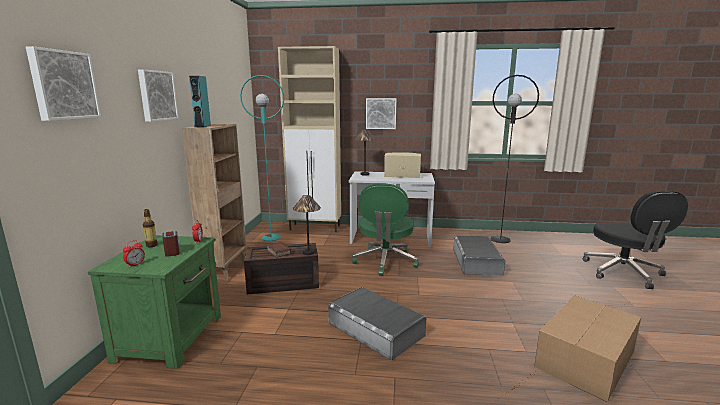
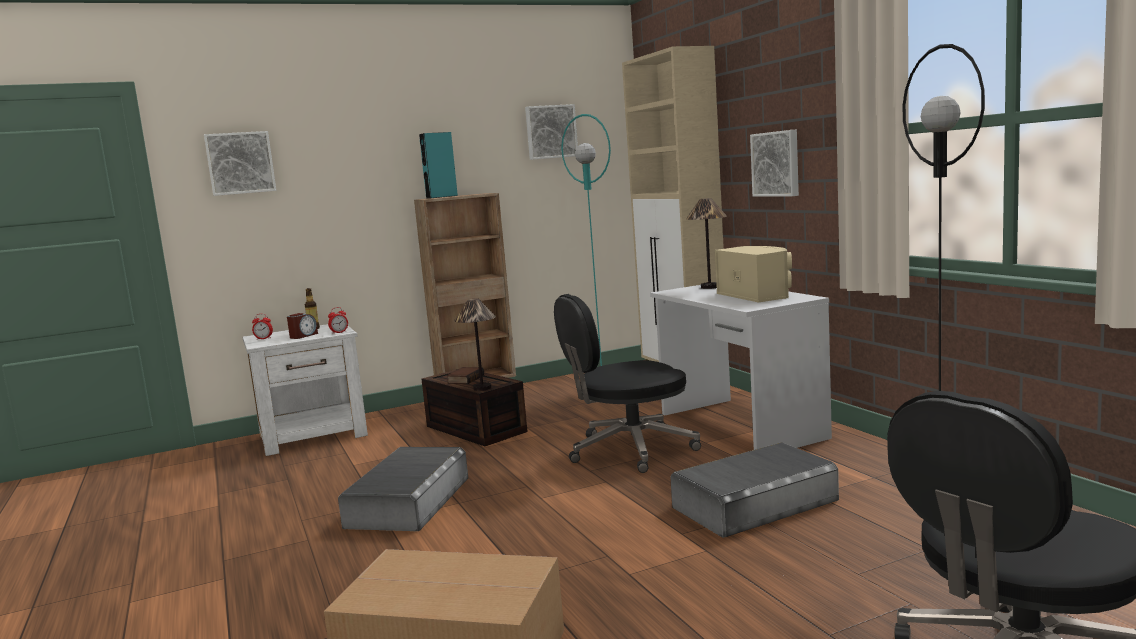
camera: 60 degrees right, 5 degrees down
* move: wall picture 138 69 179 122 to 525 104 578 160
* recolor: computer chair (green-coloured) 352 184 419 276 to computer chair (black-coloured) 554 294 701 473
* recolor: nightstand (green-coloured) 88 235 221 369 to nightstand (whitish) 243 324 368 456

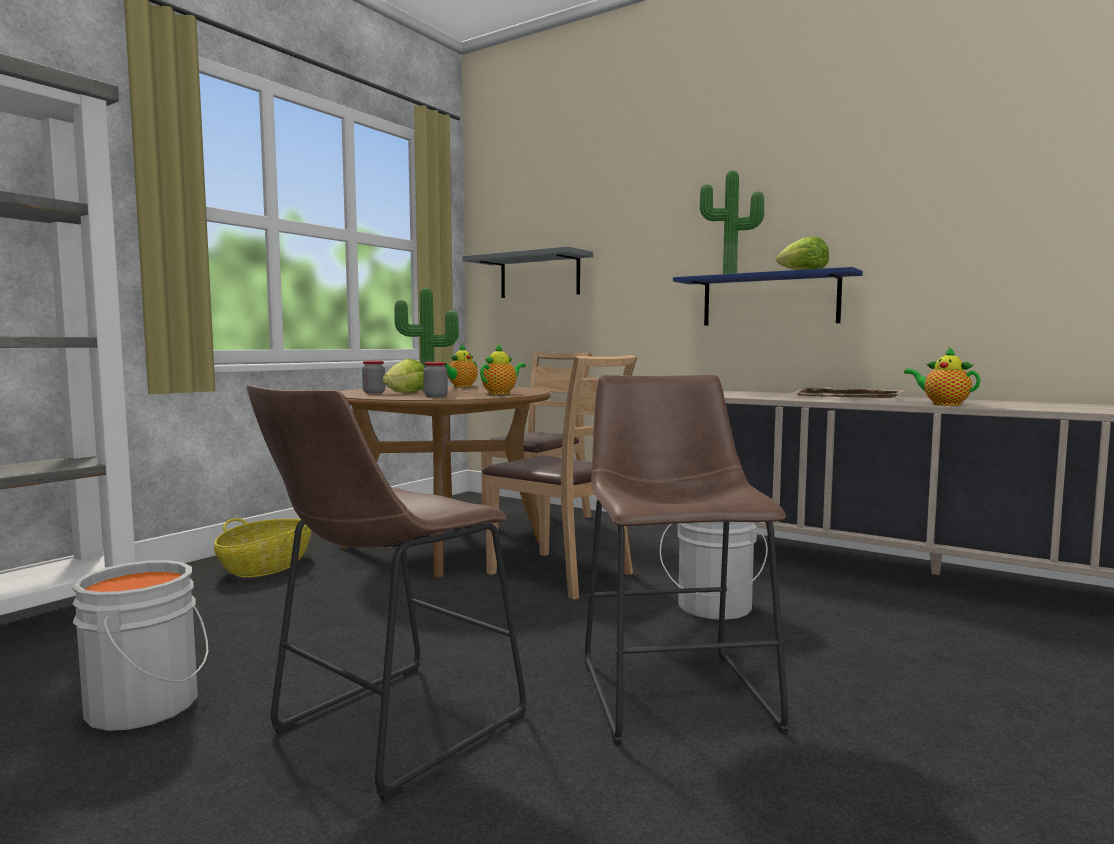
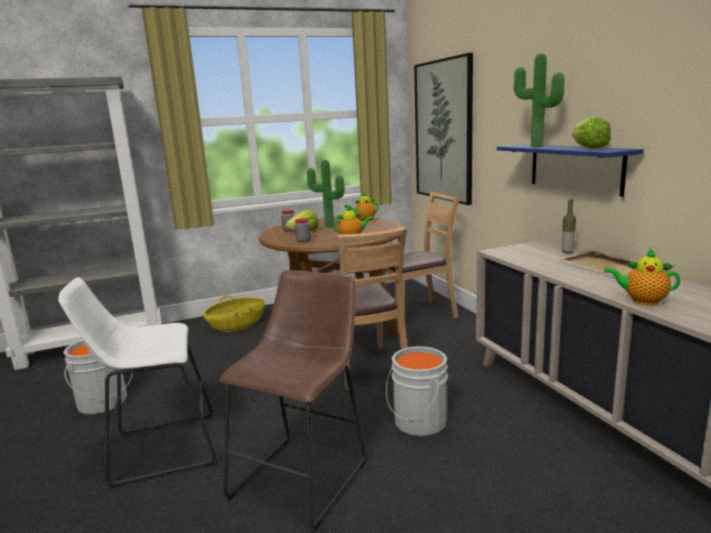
camera: 35 degrees right, 10 degrees up
* replace: wall shelf (greyish) 462 246 593 298 to wall picture 414 53 473 205
* rotate: teapot 904 347 981 406 = 604 249 680 306 60 degrees counterclockwise
* recolor: sitting stool (brownish) 247 385 526 801 to sitting stool (whitish) 58 277 216 488
* insert: drink bottle 562 199 576 253

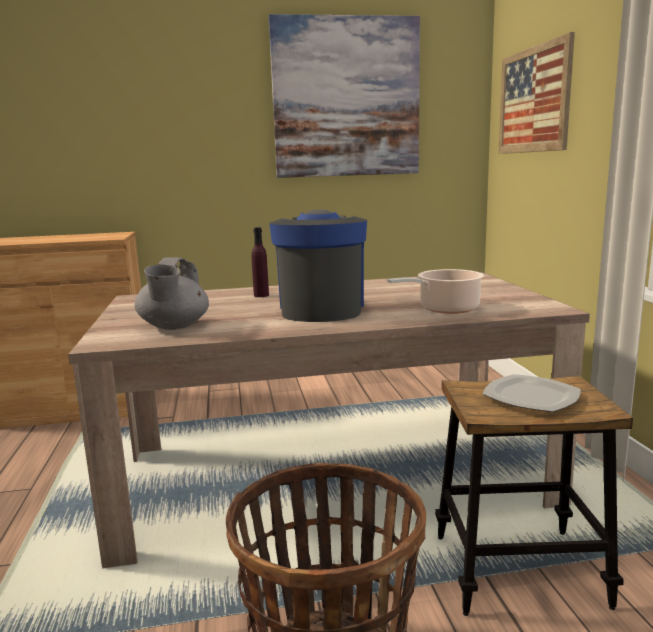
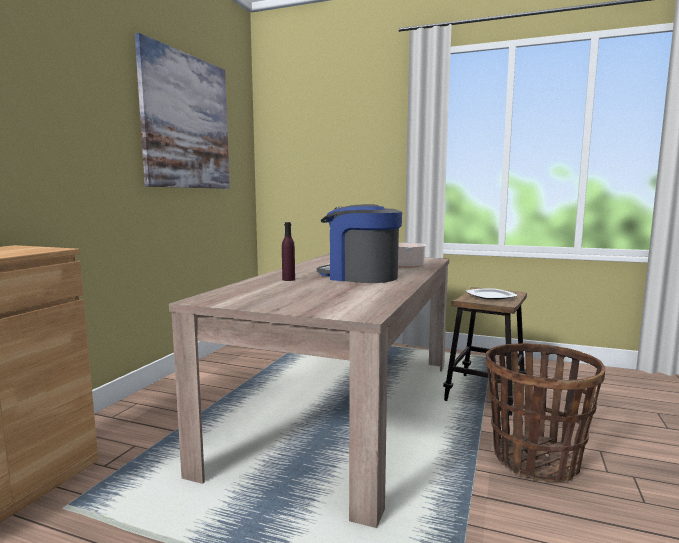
camera: 60 degrees left, 5 degrees down
* delete: wall picture 498 32 575 154
* delete: teapot (greyish) 135 257 209 330

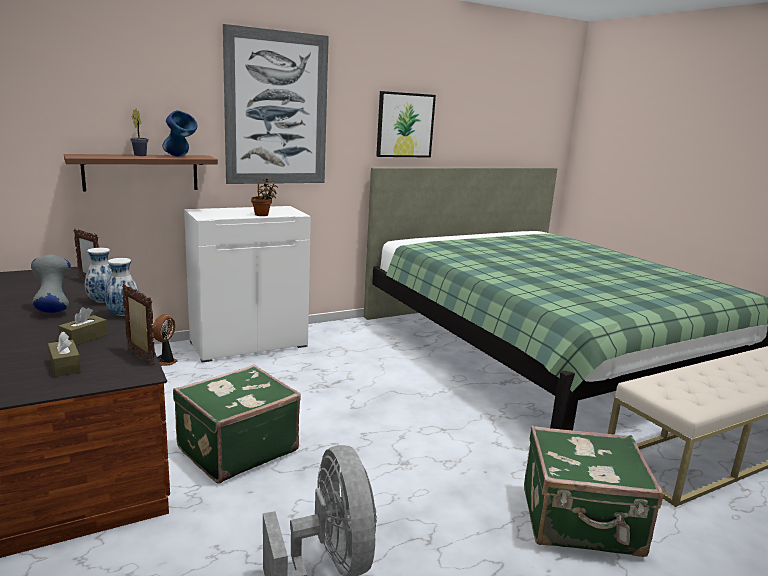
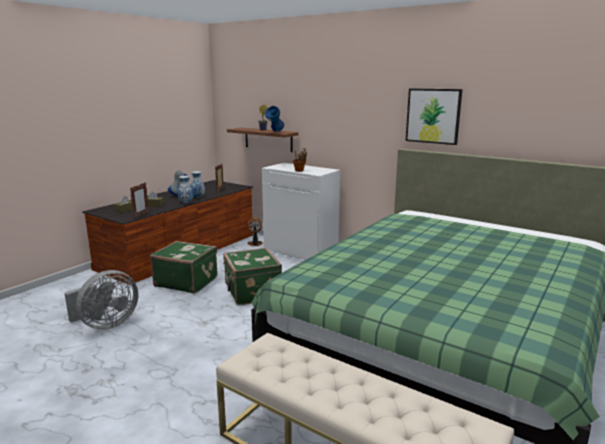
camera: 65 degrees right, 0 degrees up
* delete: wall picture 223 24 329 184
* move: travel case (green-coloured) 524 426 664 557 to 223 248 282 305

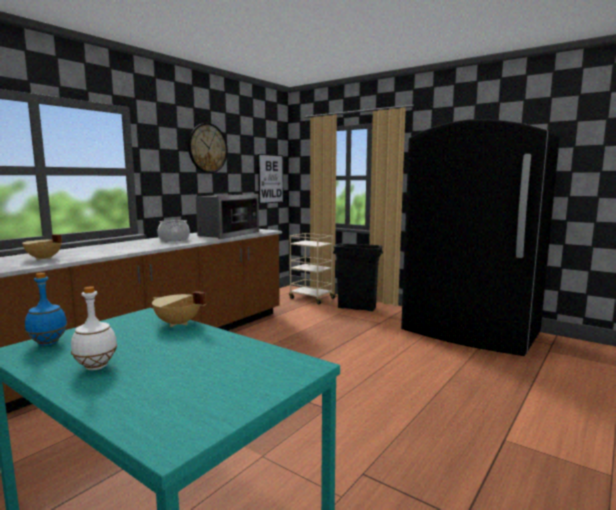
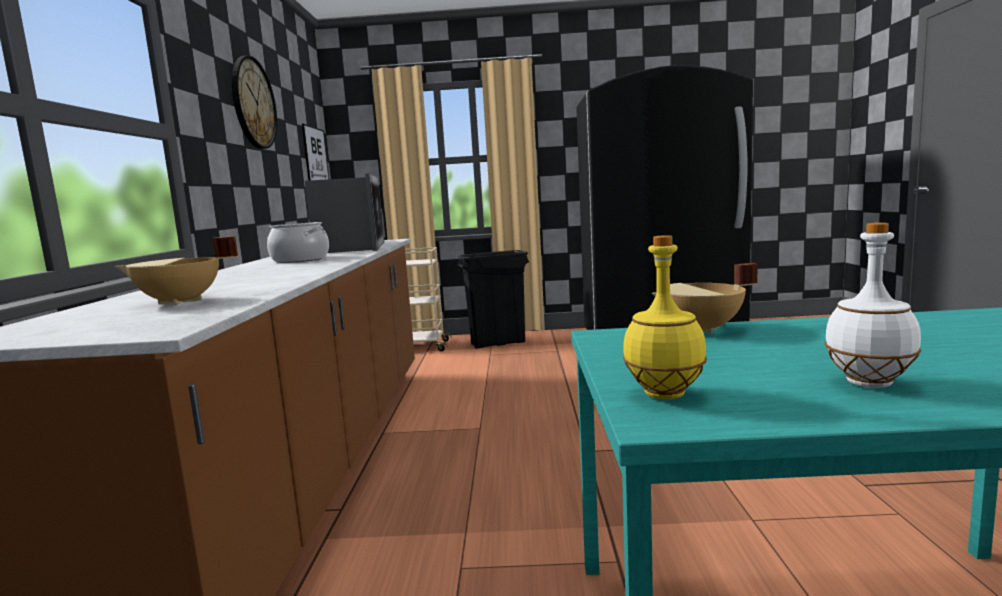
camera: 35 degrees left, 0 degrees up
* recolor: drink bottle (bluish) 25 273 67 346 to drink bottle (yellow) 623 235 707 399

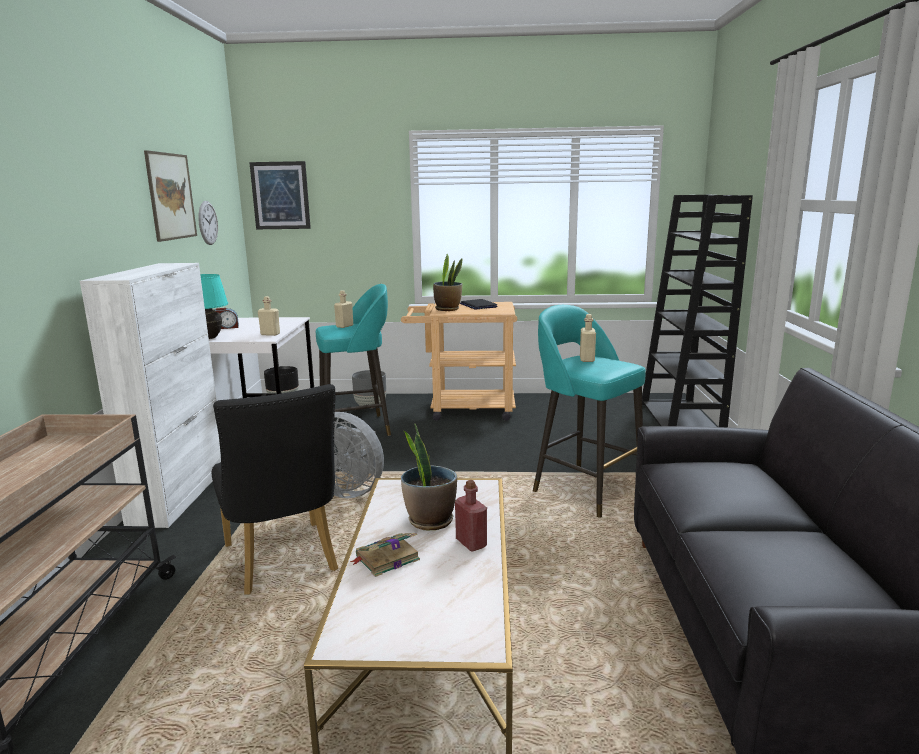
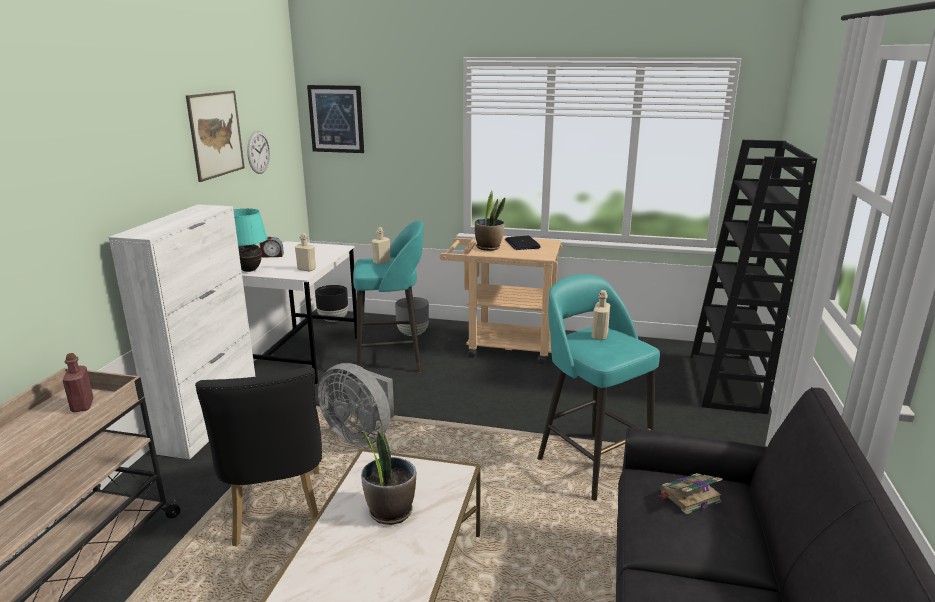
camera: 10 degrees right, 5 degrees up
* move: drink bottle (reddish) 455 480 487 551 to 63 353 94 412
* move: volume 350 533 420 577 to 659 473 723 514

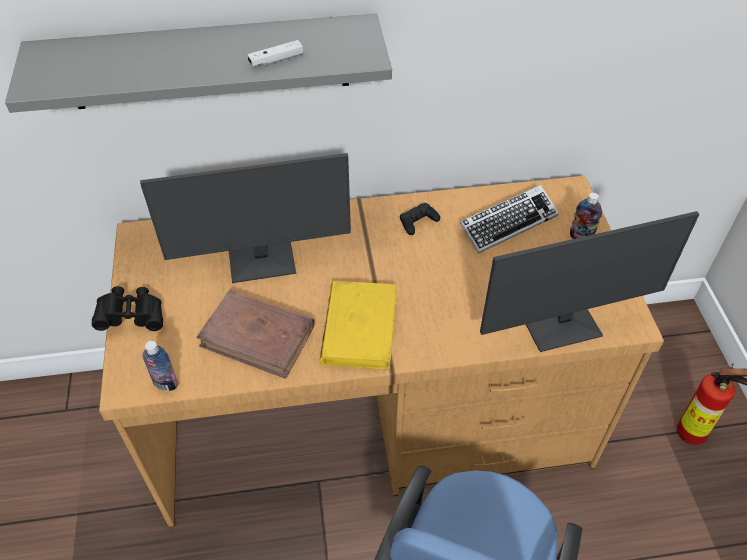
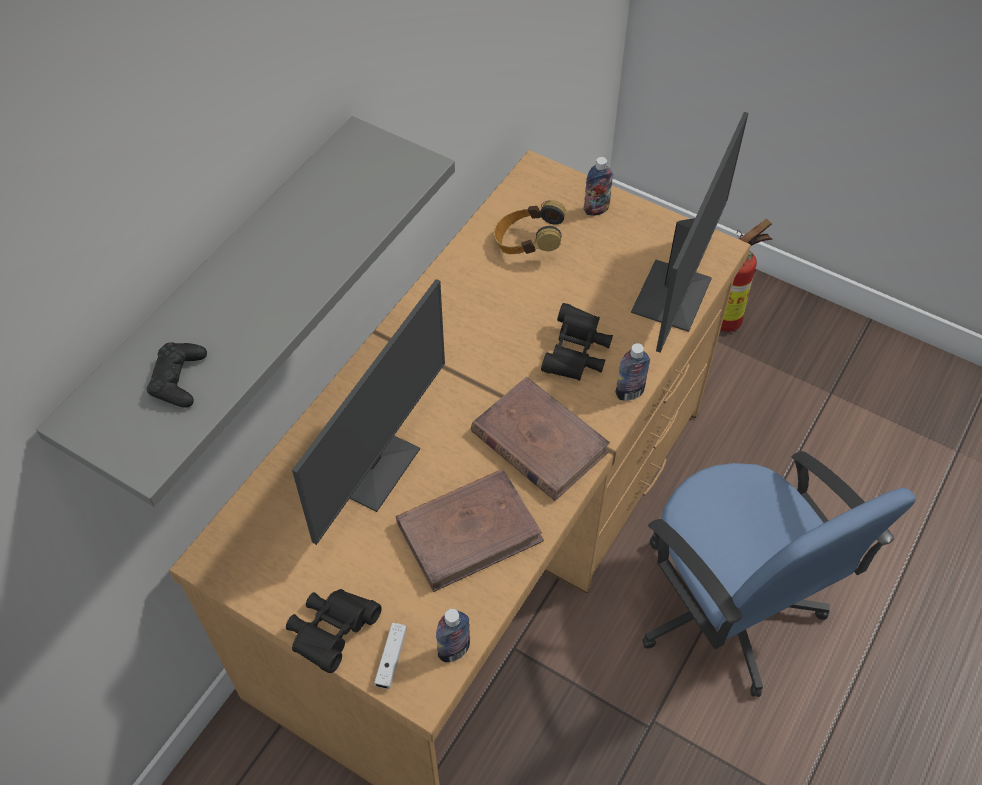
camera: 50 degrees left, 5 degrees up
* move: joypad (whitish) 247 40 303 66 to 374 623 407 689
* replace: computer keyboard 460 185 559 254 to headphones 494 200 566 254
* move: joypad (black-coloured) 400 203 440 235 to 147 342 207 408
* recolor: volume (yellow) 319 281 397 370 to volume (brownish) 471 377 610 501
* insert: field glasses (black-coloured) 541 303 613 381
* insert: drink bottle 615 343 650 401

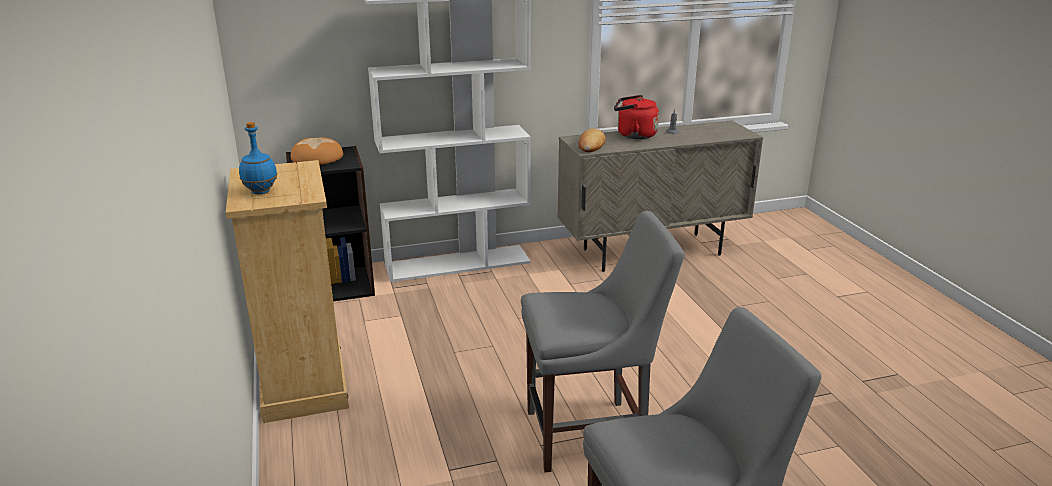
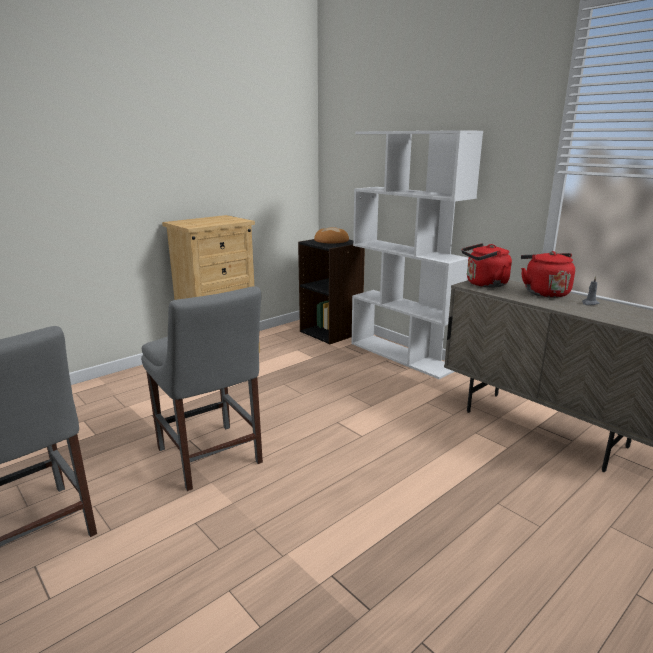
camera: 65 degrees right, 5 degrees down
* delete: drink bottle (bluish) 239 122 278 194
* replace: bread 578 128 606 152 to kettle (reddish) 462 243 512 288

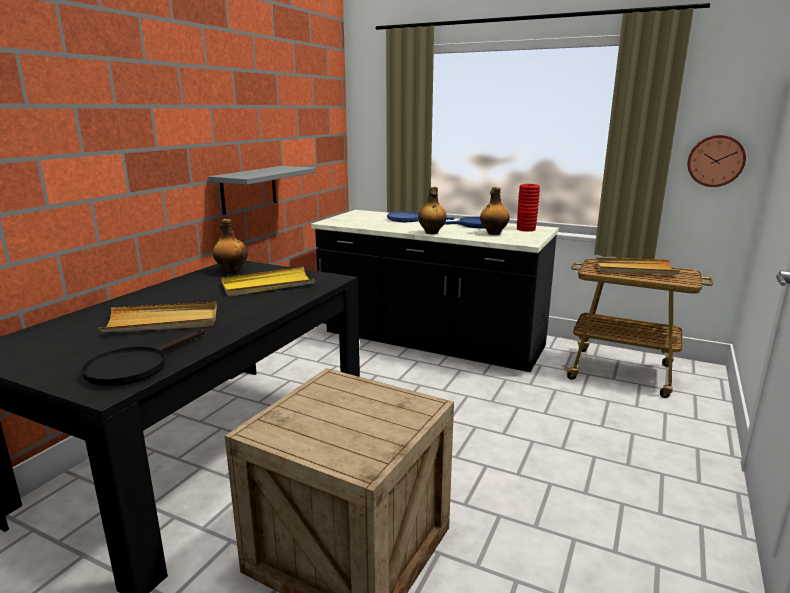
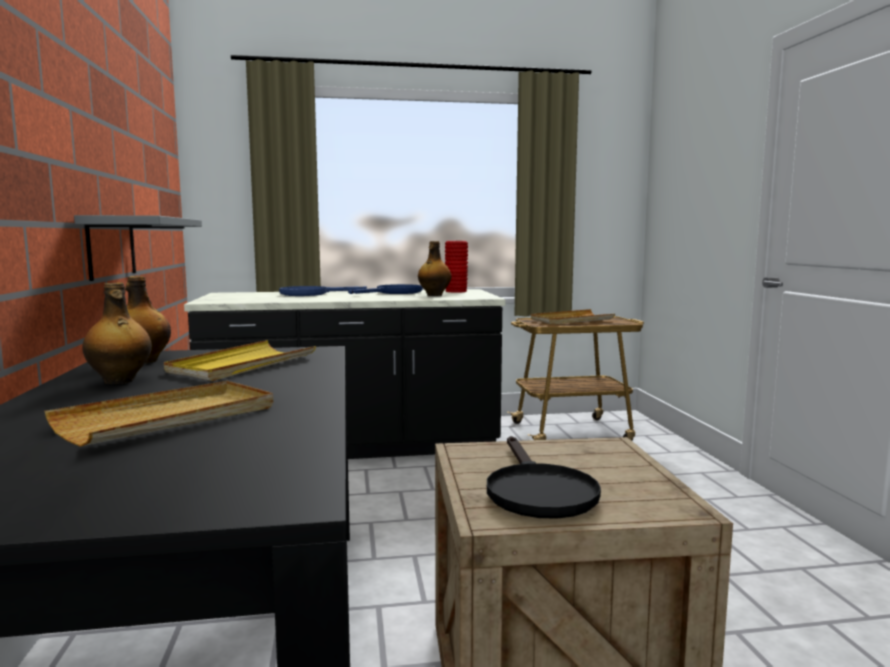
camera: 35 degrees left, 10 degrees down
* delete: wall clock 687 135 746 187
* move: drink bottle 418 187 447 234 to 82 282 152 384
* move: skillet (black-coloured) 82 328 205 386 to 487 436 601 519

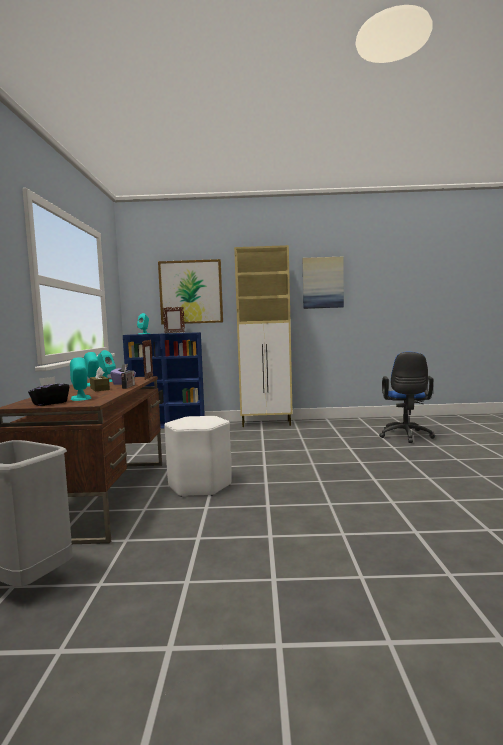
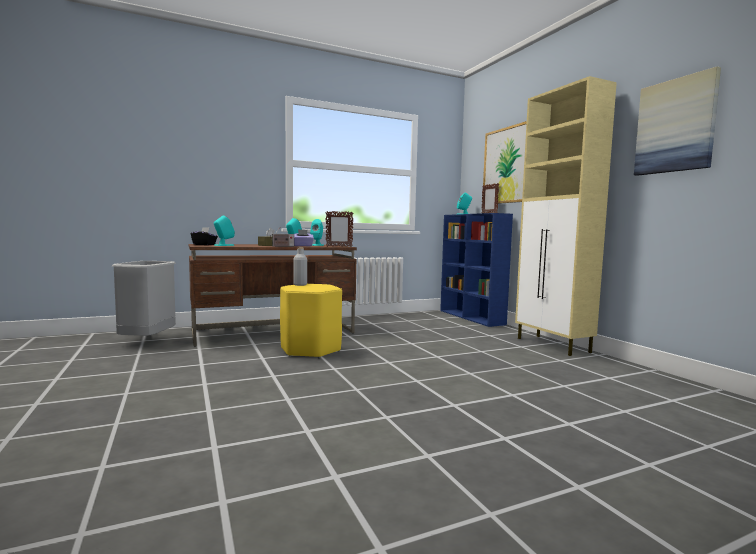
camera: 65 degrees right, 0 degrees up
* delete: computer chair (bluish) 379 352 435 443
* recolor: sitting stool (whitish) 164 416 232 497 to sitting stool (yellow) 280 284 342 358
* insert: drink bottle (greyish) 293 247 307 286

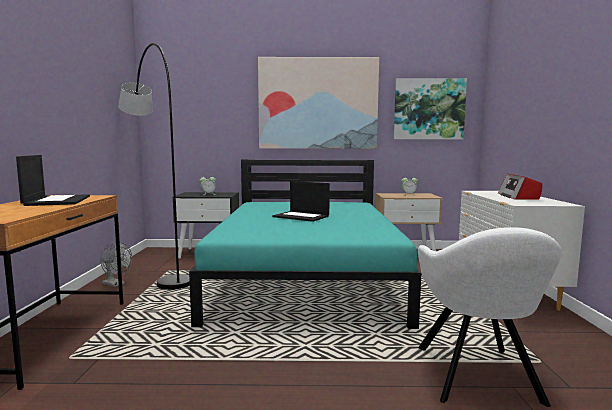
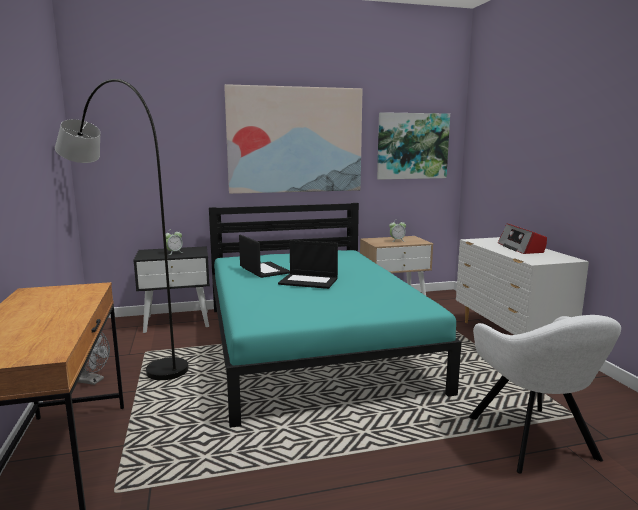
camera: 15 degrees left, 5 degrees up
* move: laptop 16 155 90 206 to 239 235 290 278

